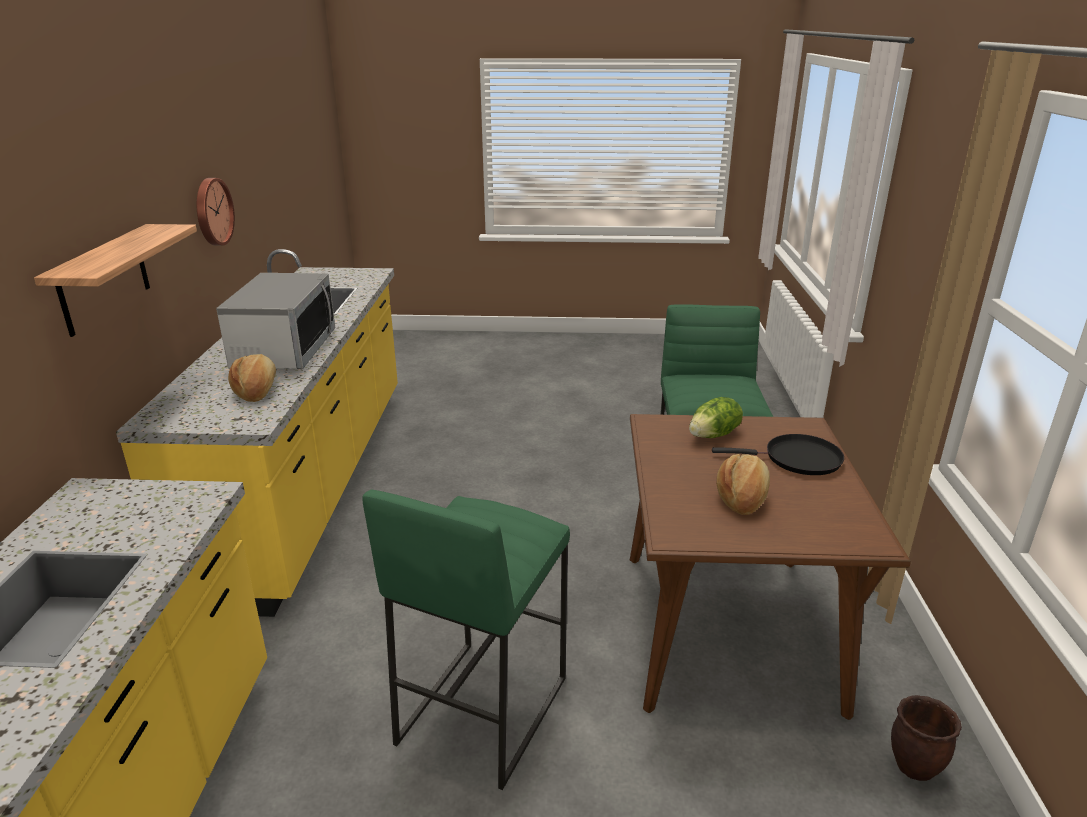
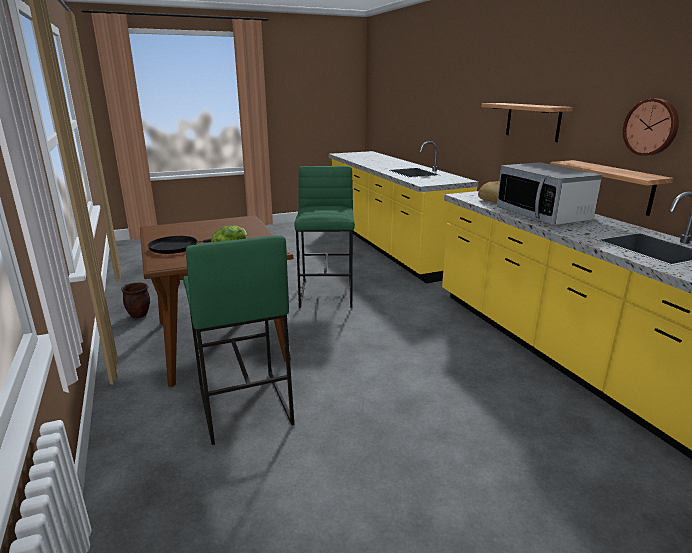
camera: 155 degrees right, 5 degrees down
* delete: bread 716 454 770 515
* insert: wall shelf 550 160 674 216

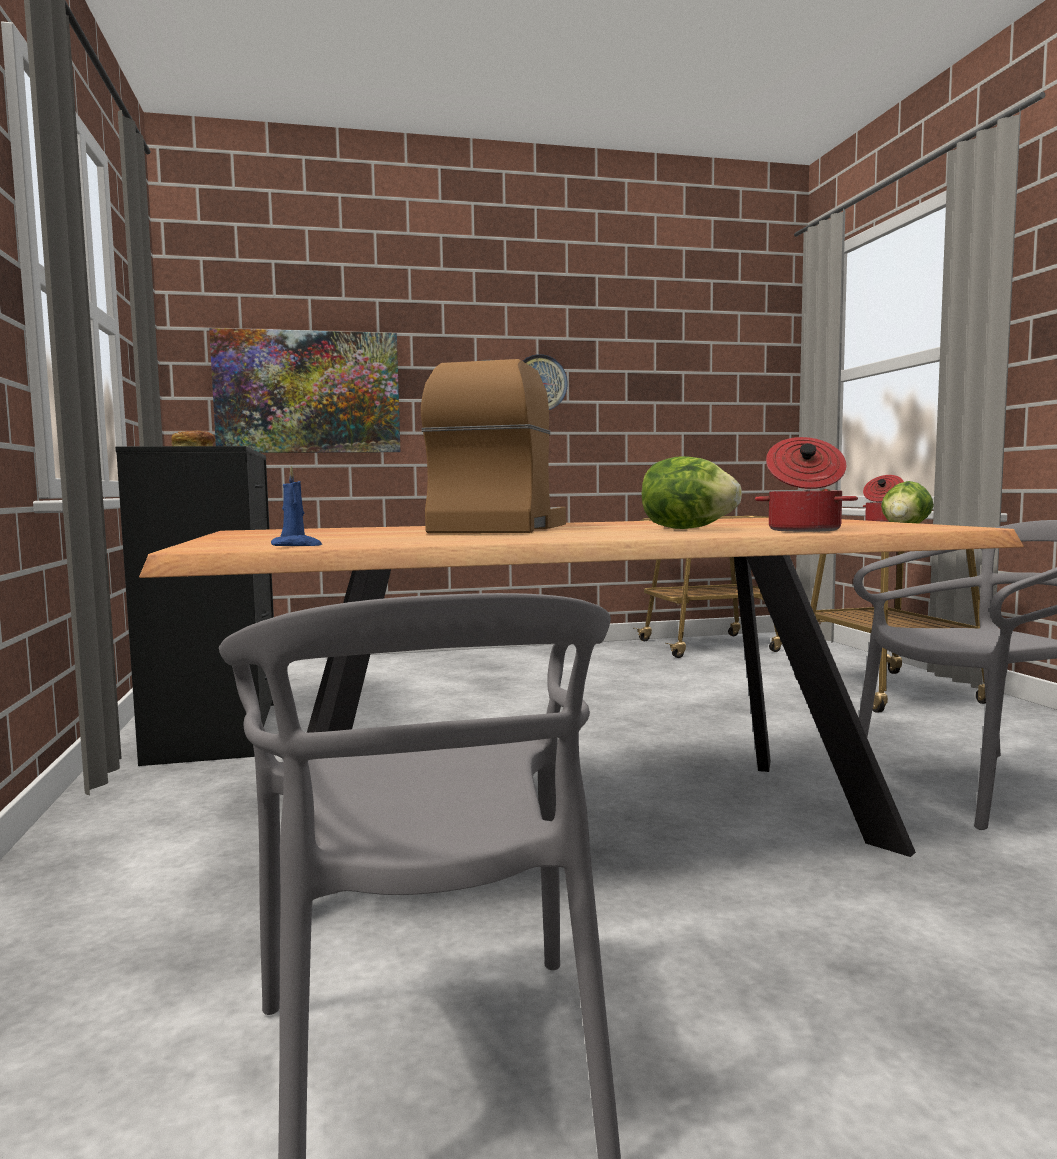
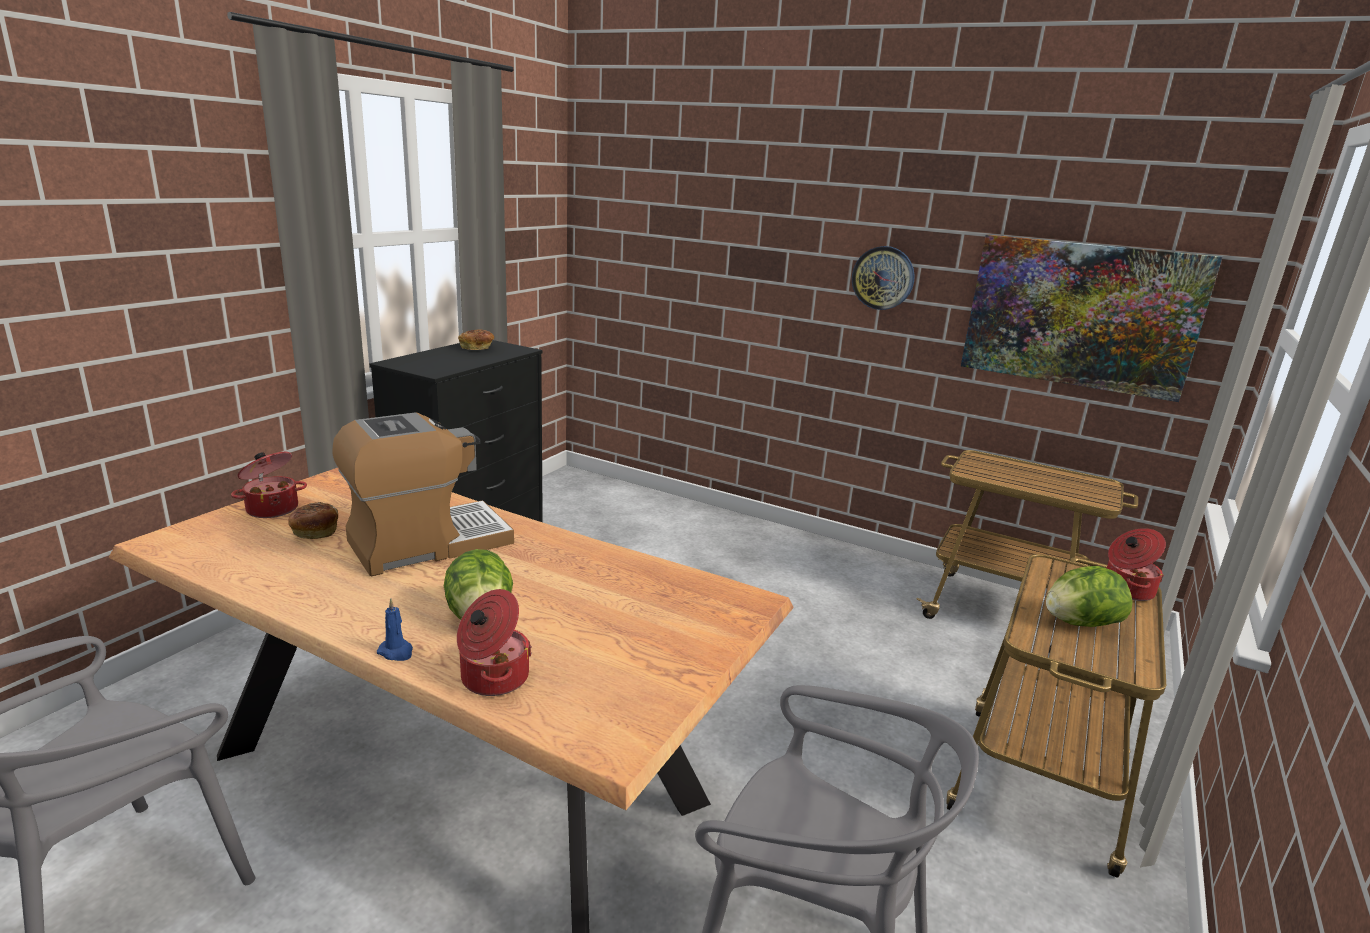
camera: 40 degrees right, 15 degrees up
* move: wall picture 209 328 400 453 to 961 234 1222 402
* move: candle (bluish) 271 466 322 546 to 377 598 413 661
* insert: stockpot 231 452 307 518
* insert: bread 288 502 338 539

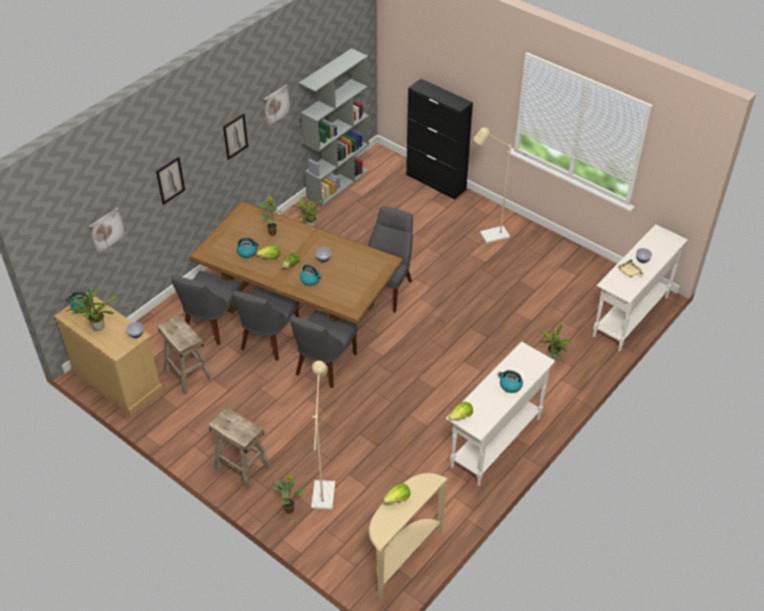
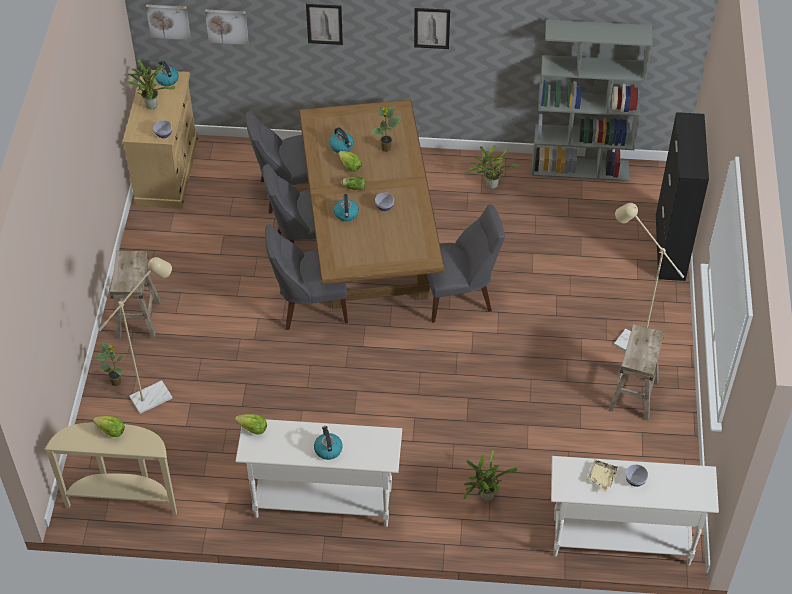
camera: 55 degrees right, 5 degrees up
* move: wall picture 264 85 290 127 to 146 5 191 40
* move: sitting stool (beige-coloured) 157 314 213 395 to 608 324 665 421

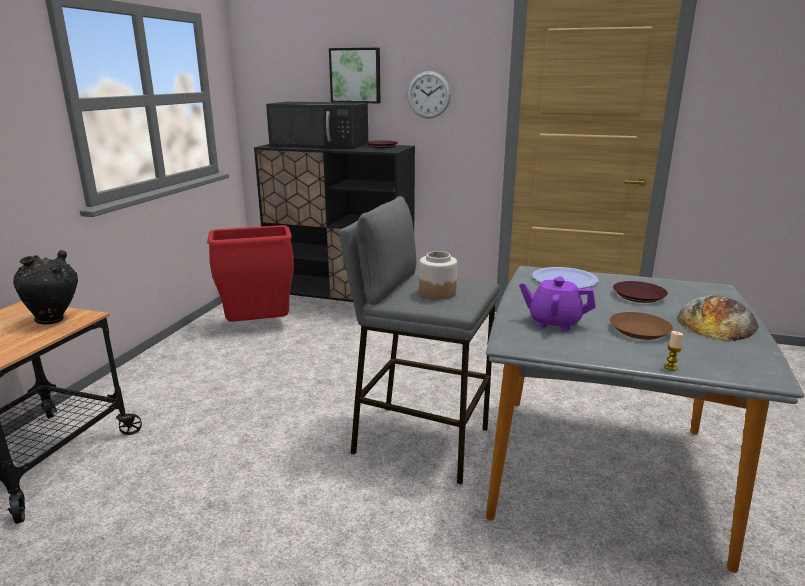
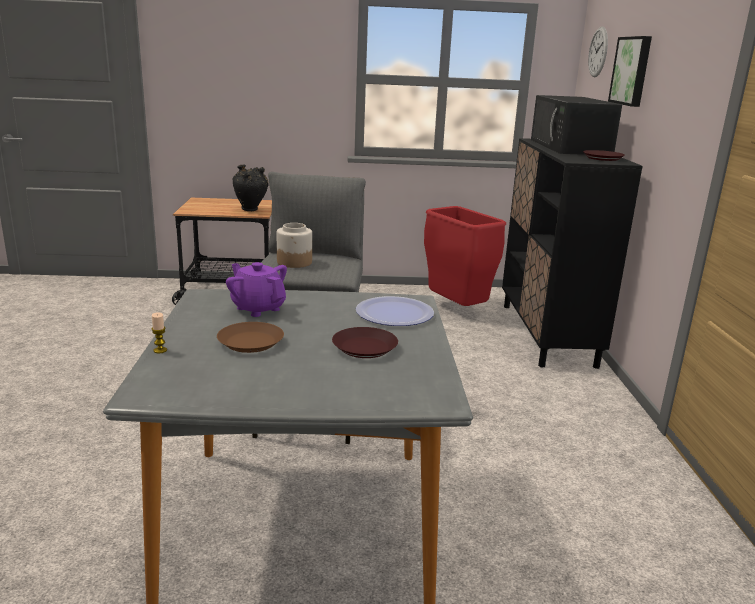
camera: 70 degrees right, 0 degrees up
* move: wall clock 407 71 451 119 to 588 26 608 77
* rotate: teapot (purplish) 519 276 596 331 = 226 262 287 317 45 degrees counterclockwise
* delete: bread 677 295 759 341

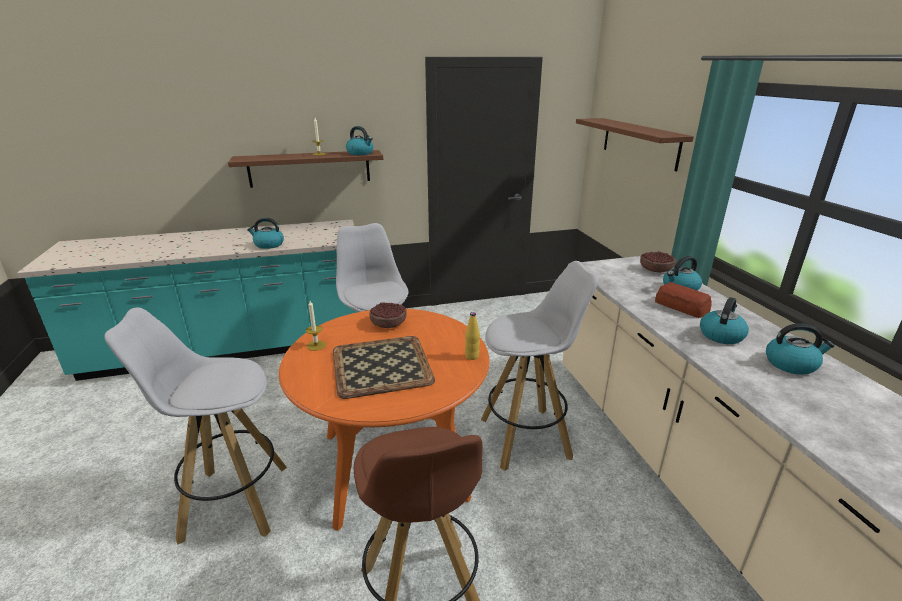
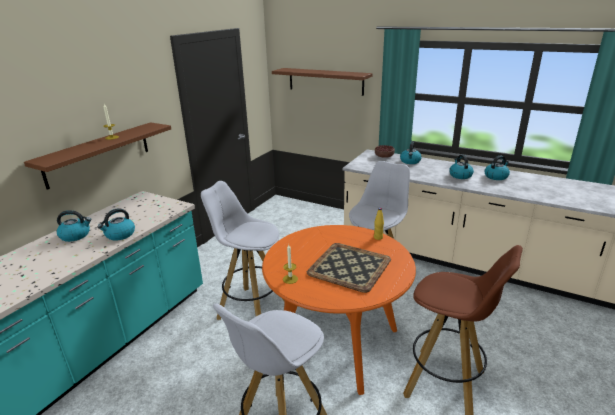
camera: 45 degrees left, 0 degrees up
* move: kettle 346 126 373 155 to 57 210 91 242
* delete: bread 655 282 712 318
* delete: deep dish 369 302 407 328

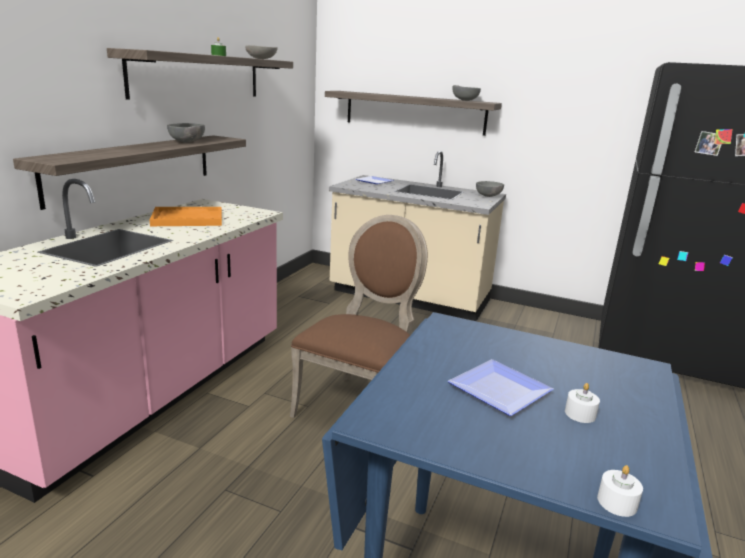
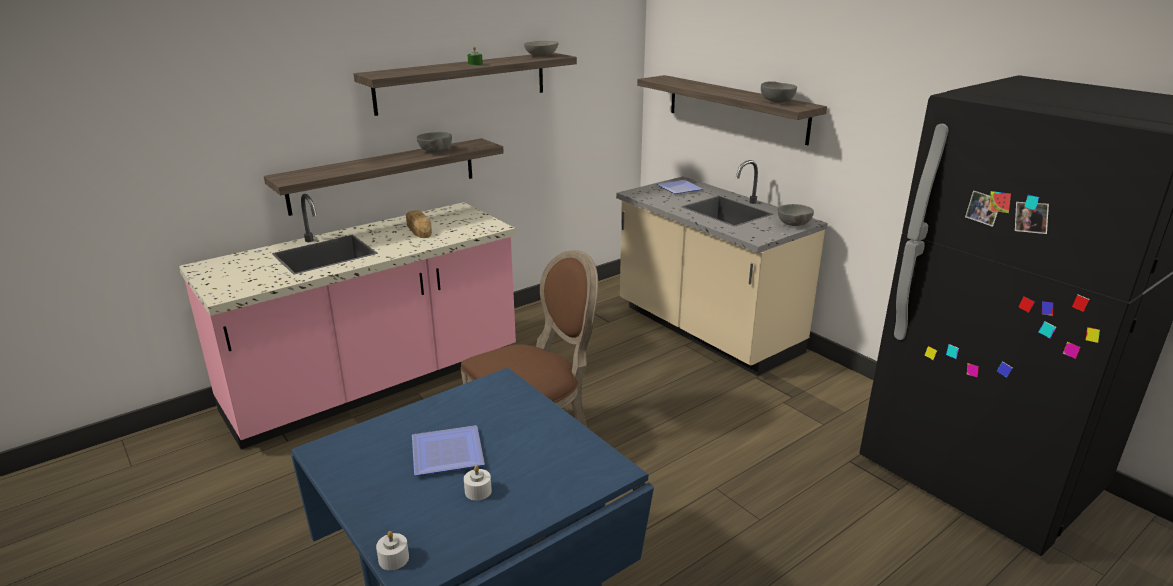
camera: 30 degrees right, 5 degrees up
* replace: carrying tray (orange) 150 207 222 226 to bread 406 210 432 238

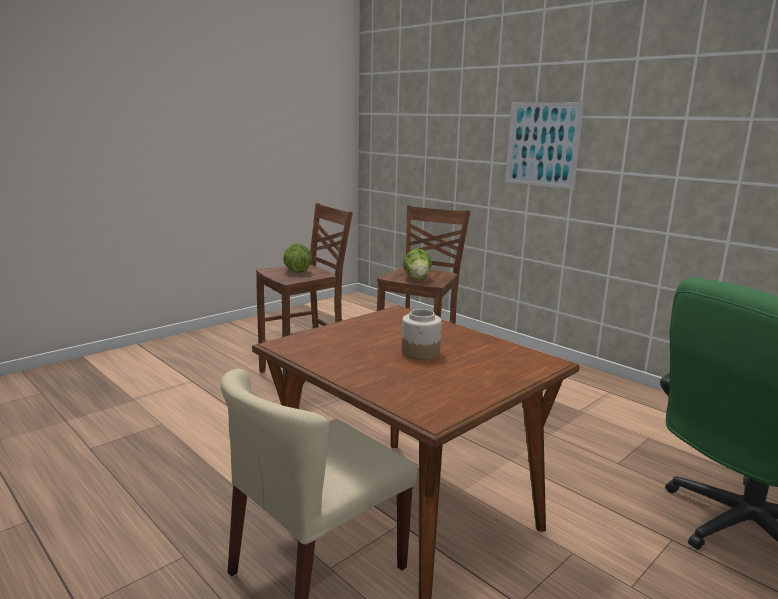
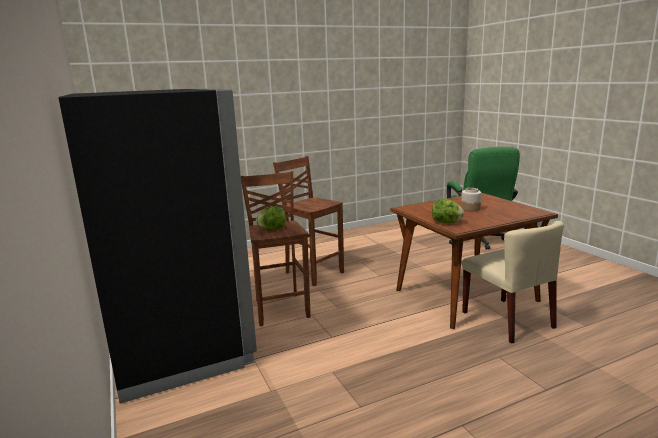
camera: 70 degrees left, 0 degrees up
* delete: wall picture 505 102 584 189
* move: head of lettuce 403 248 432 280 to 432 199 464 223
* insert: refrigerator (black-coloured) 58 88 257 404

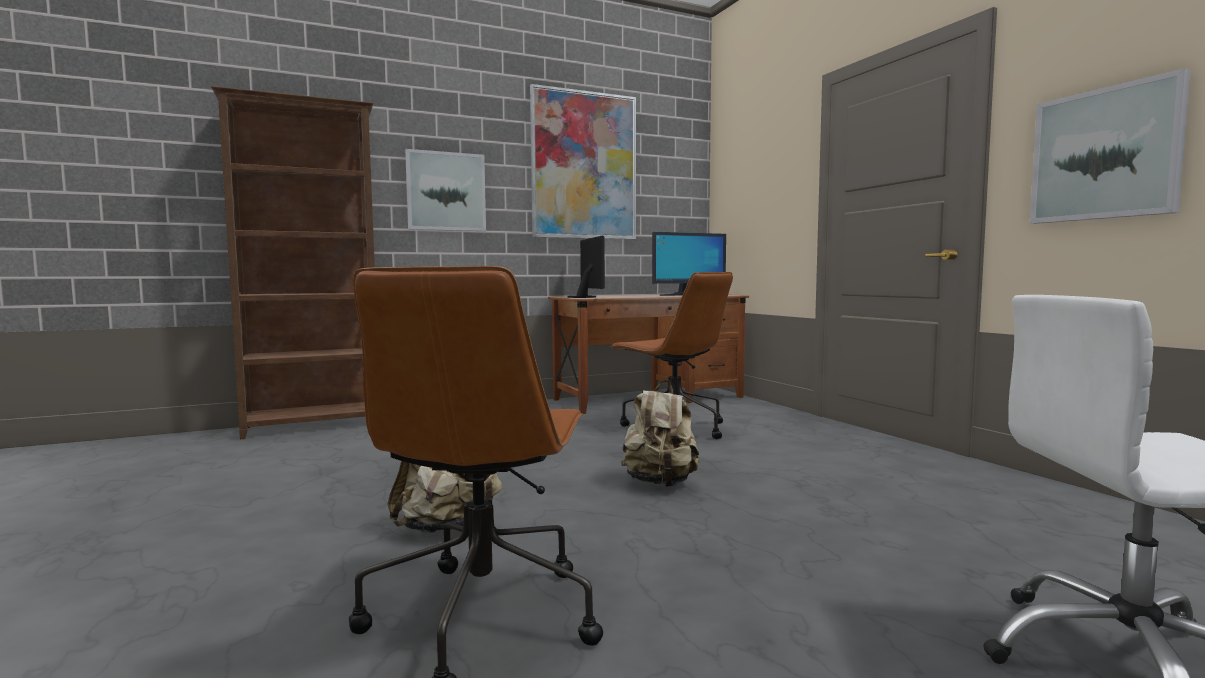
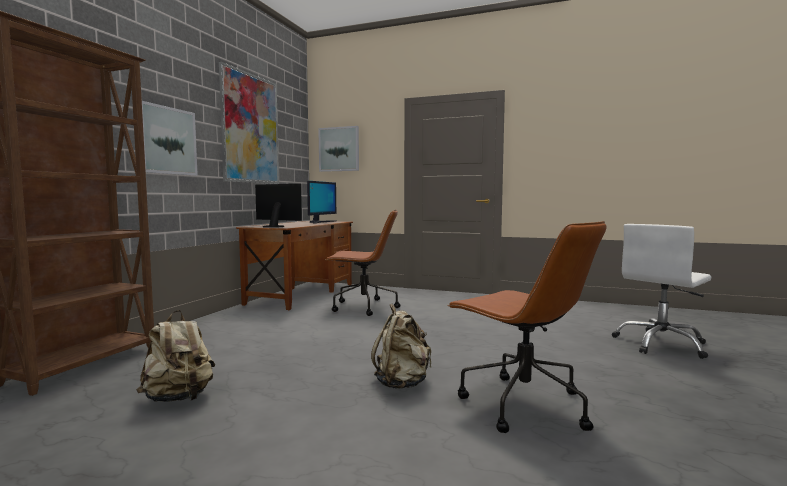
camera: 45 degrees left, 0 degrees up
* move: wall picture 1030 68 1191 224 to 318 126 359 172
* move: knapsack (beige-coloured) 621 380 699 487 to 136 310 215 402

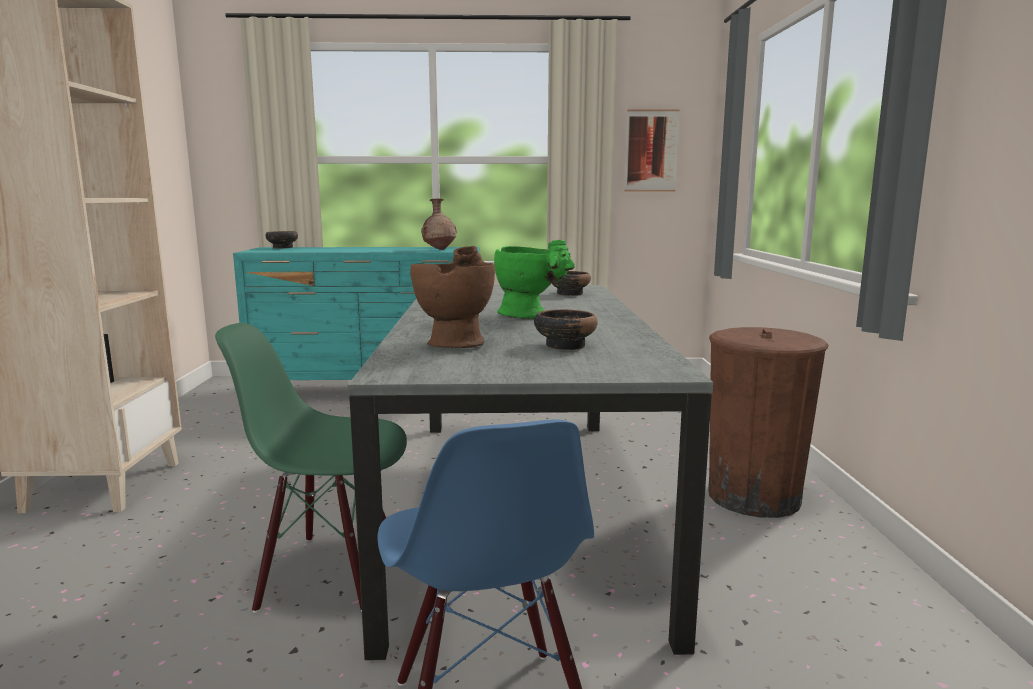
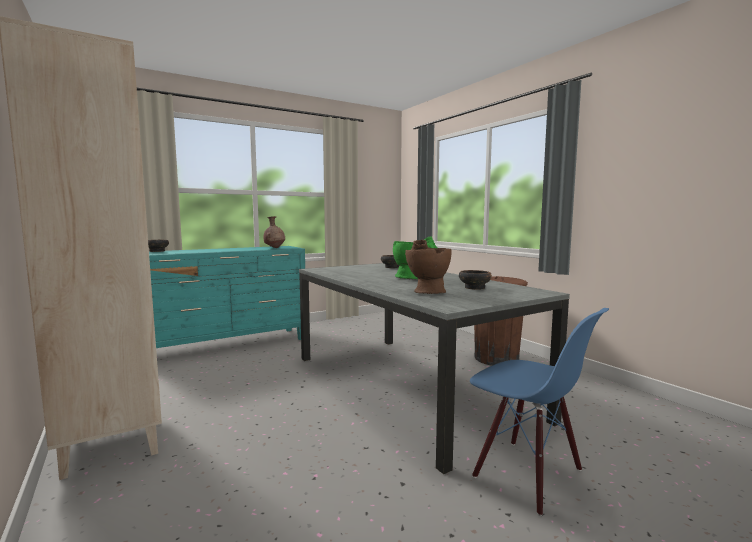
camera: 30 degrees left, 5 degrees down
* delete: wall picture 624 109 679 191
* delete: plain chair (green-coloured) 215 323 407 613

